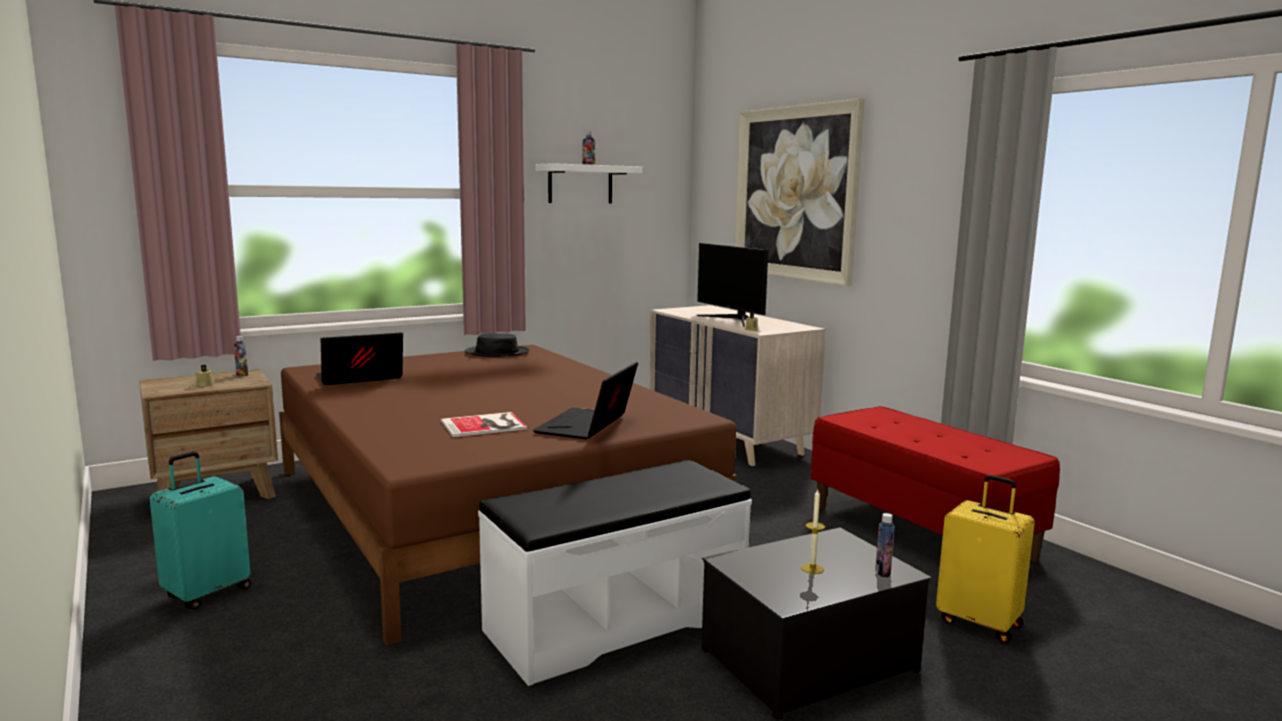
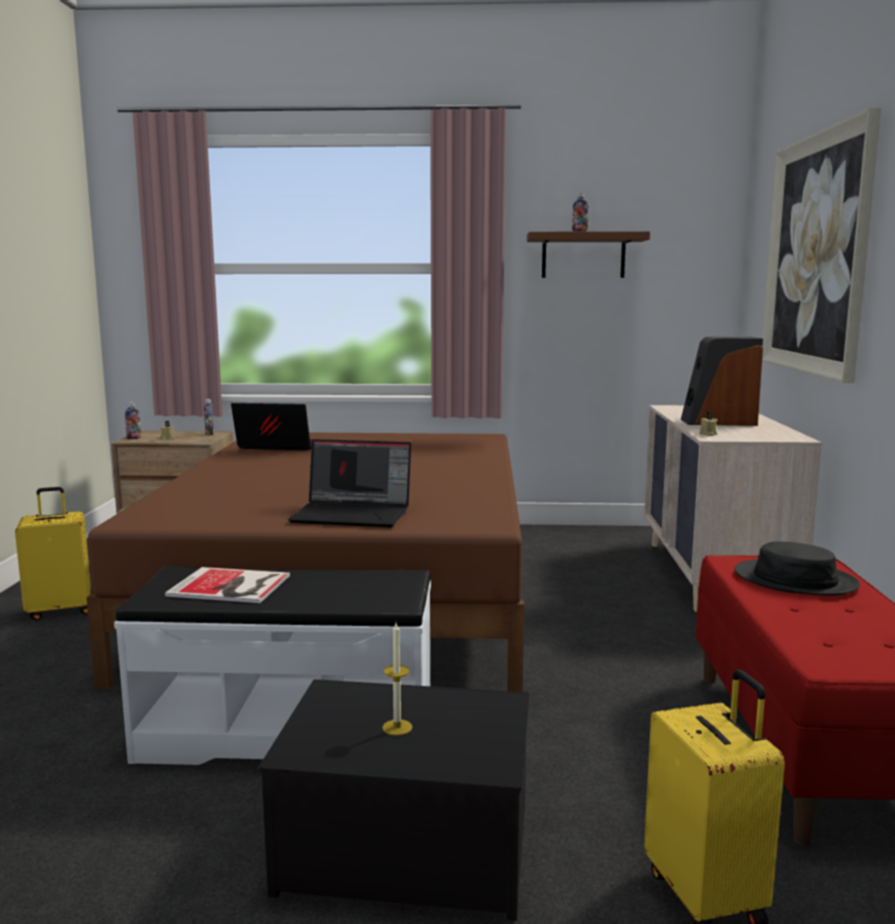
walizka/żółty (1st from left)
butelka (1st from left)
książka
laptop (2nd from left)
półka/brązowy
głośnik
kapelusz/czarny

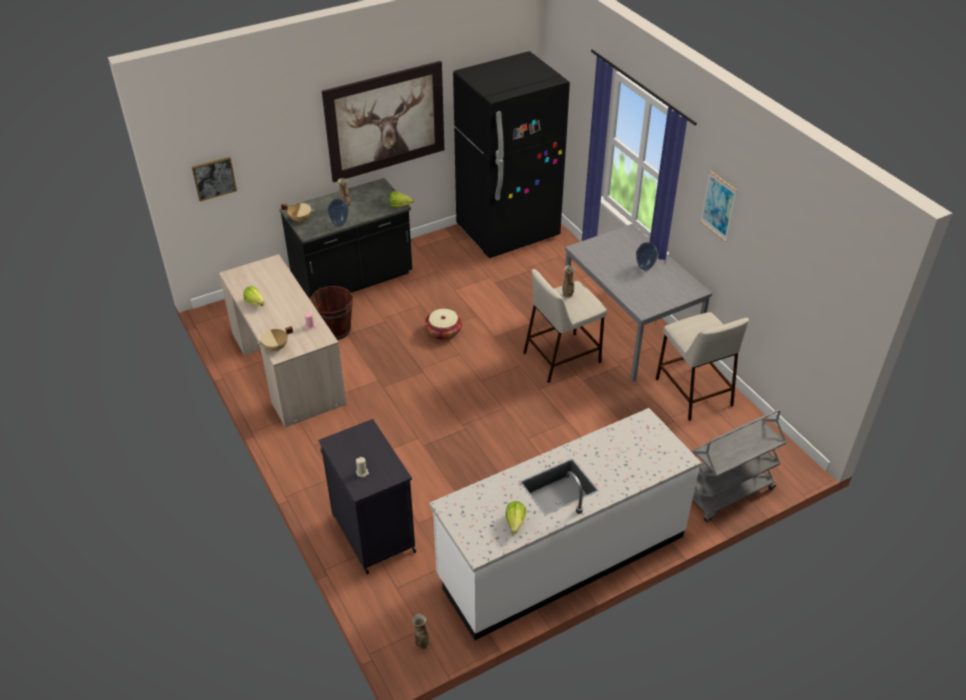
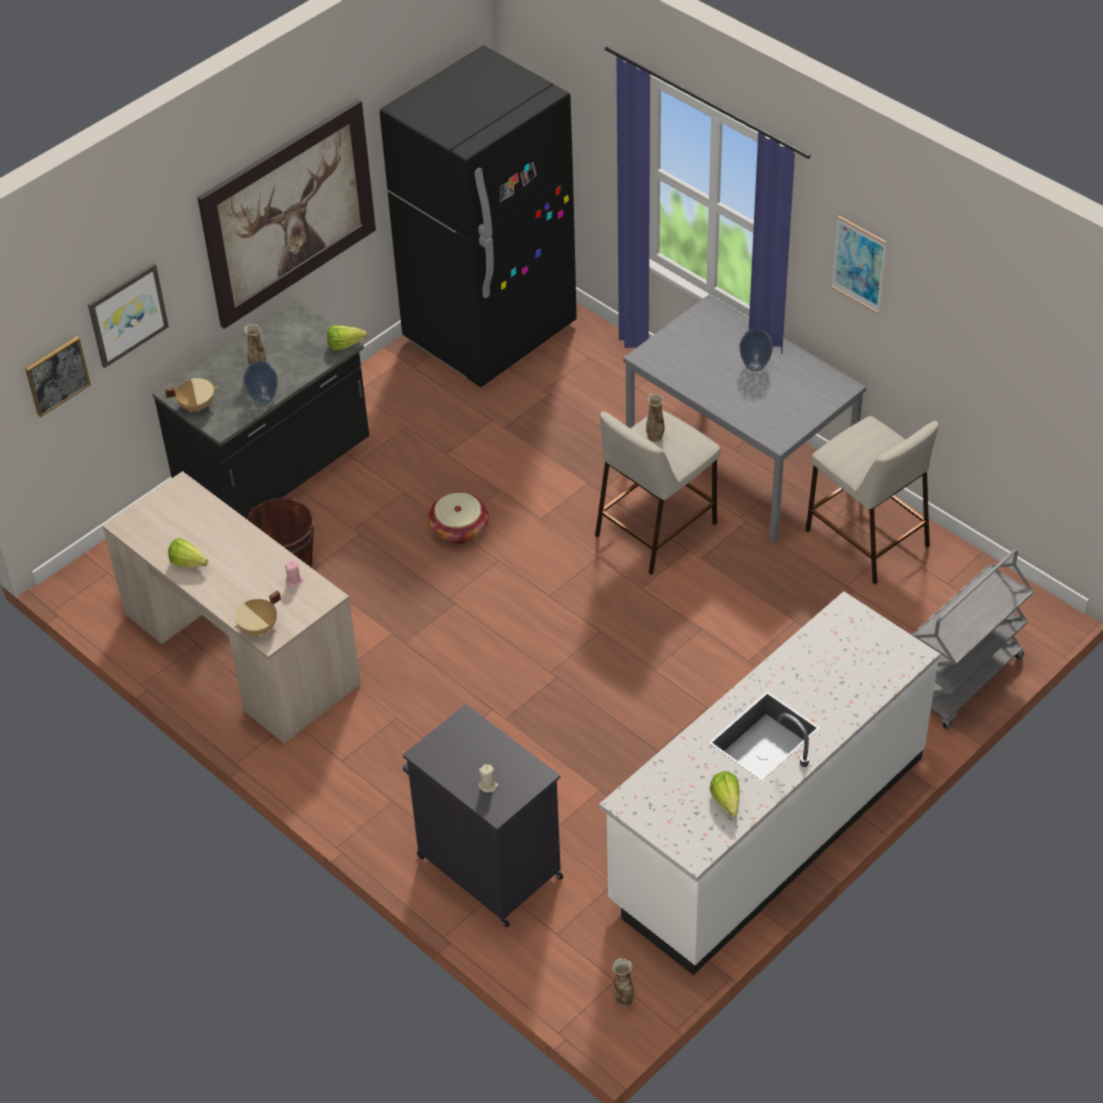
obraz (2nd from left)

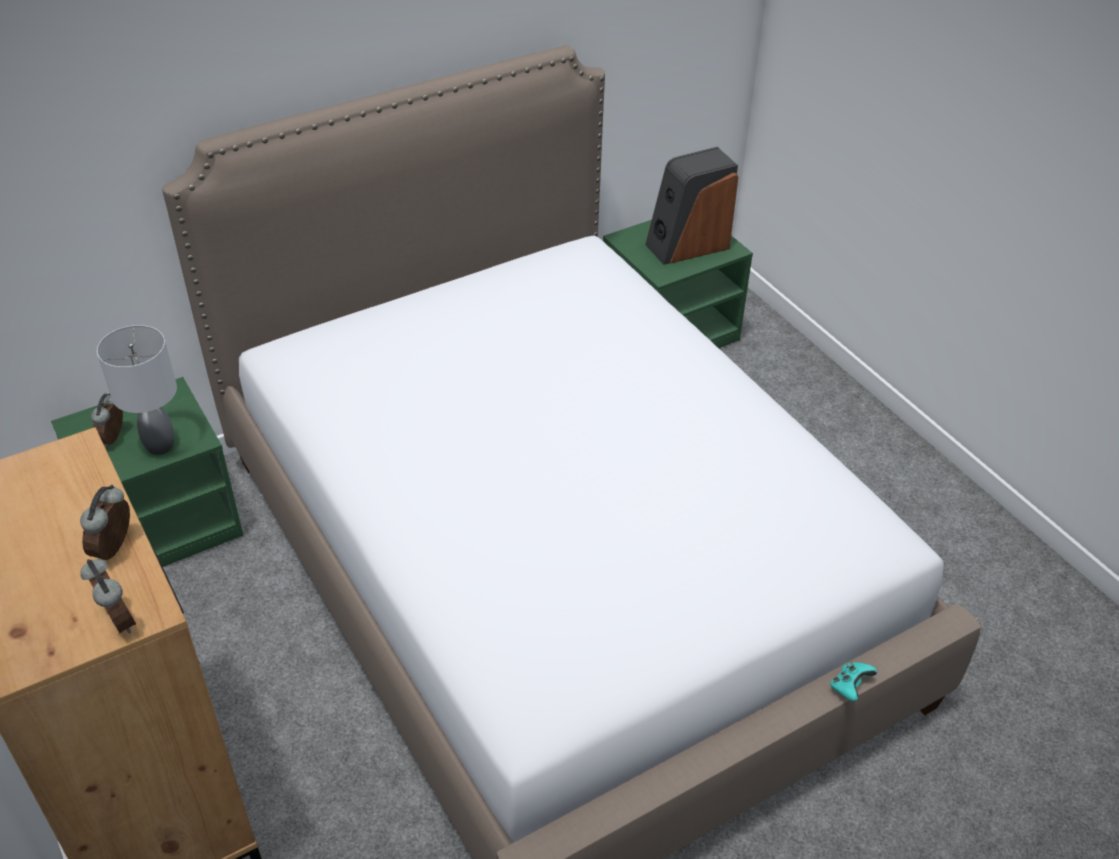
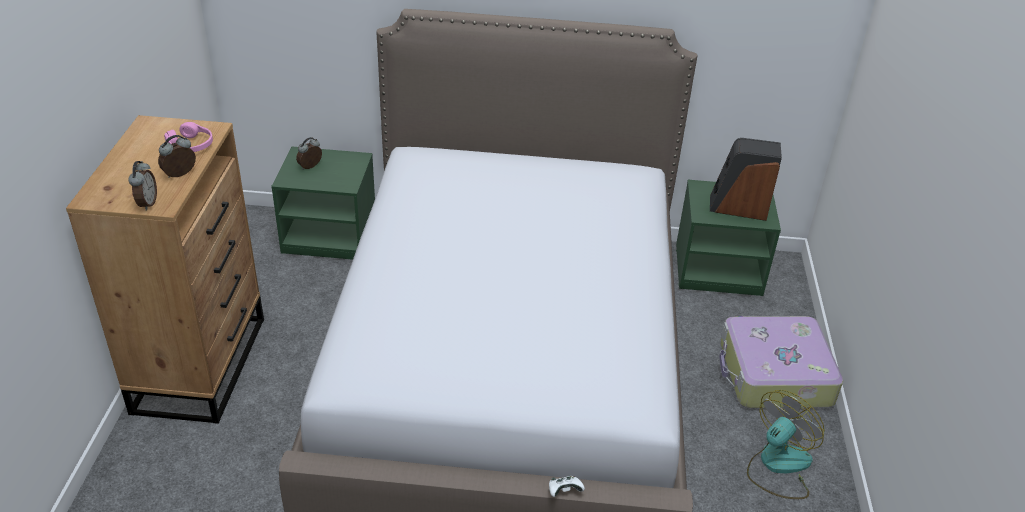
słuchawki/różowy
pad do gier/biały
walizka
wentylator
lampa stołowa/szary

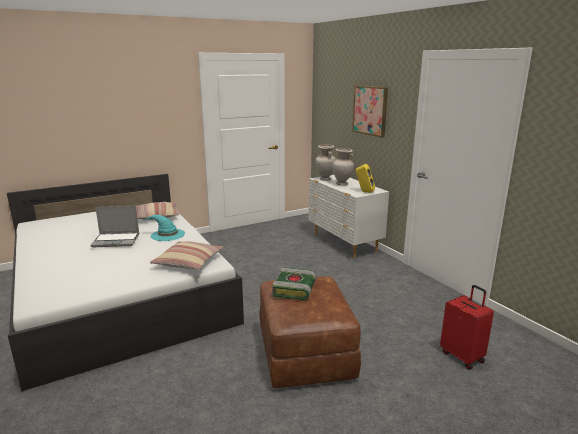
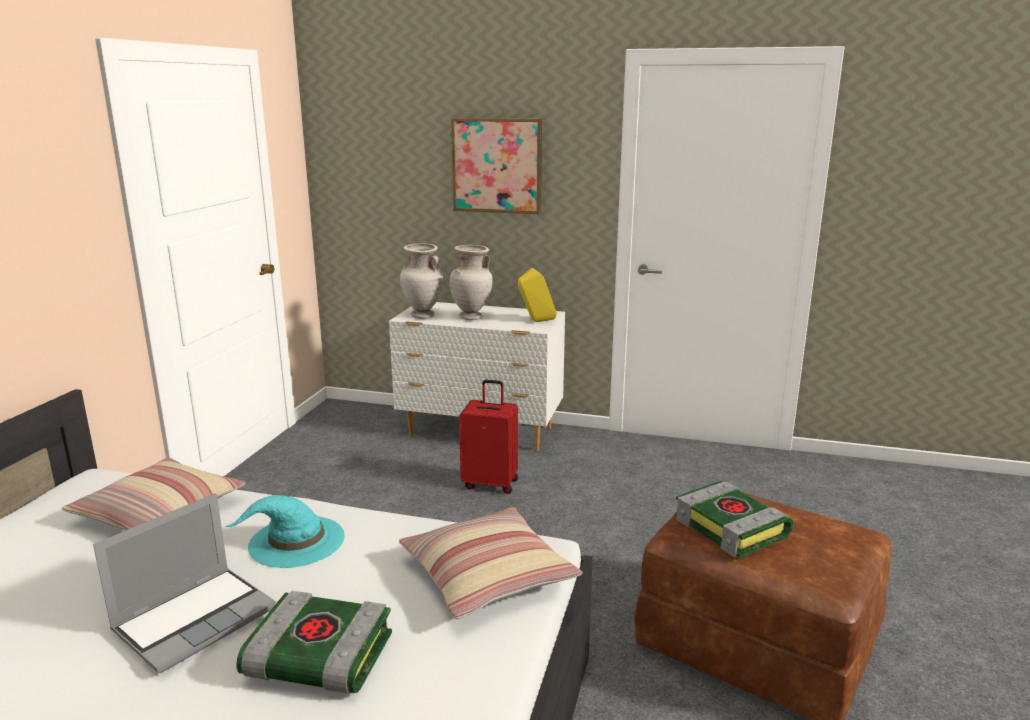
książka (1st from left)
walizka/czerwony

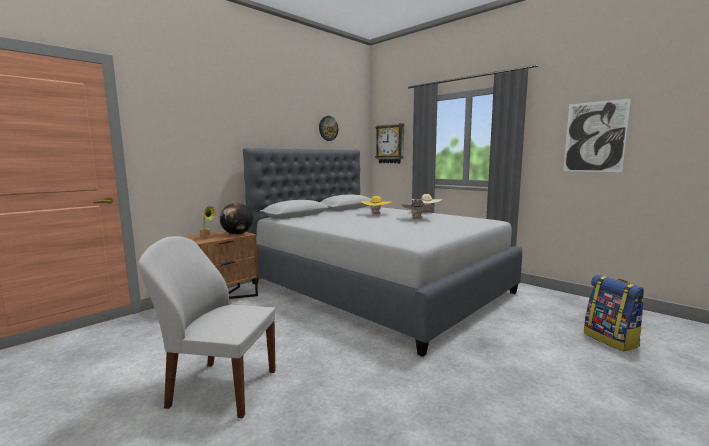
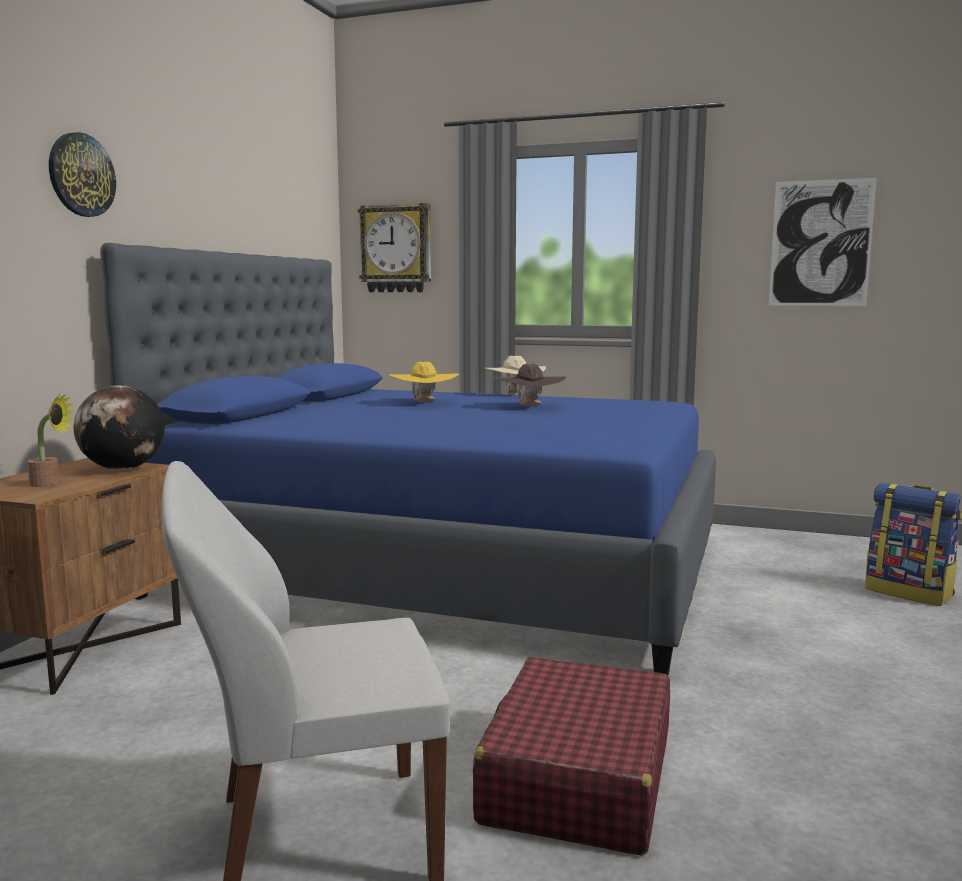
zegar ścienny (1st from left)
łóżko/niebieski
walizka/czerwony

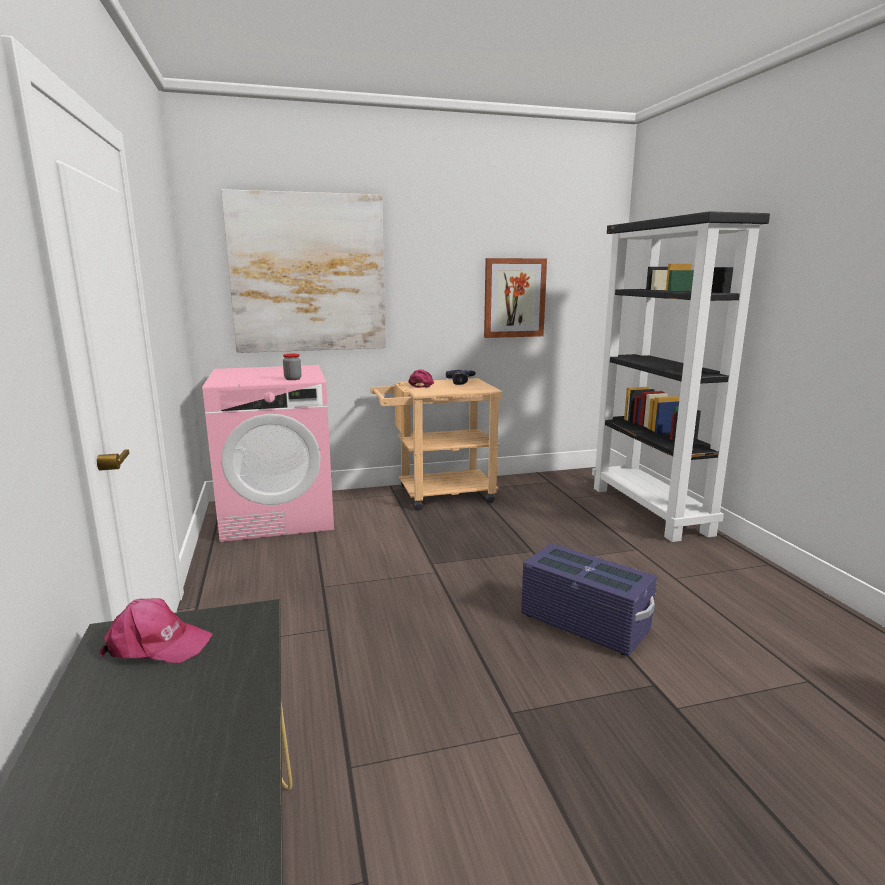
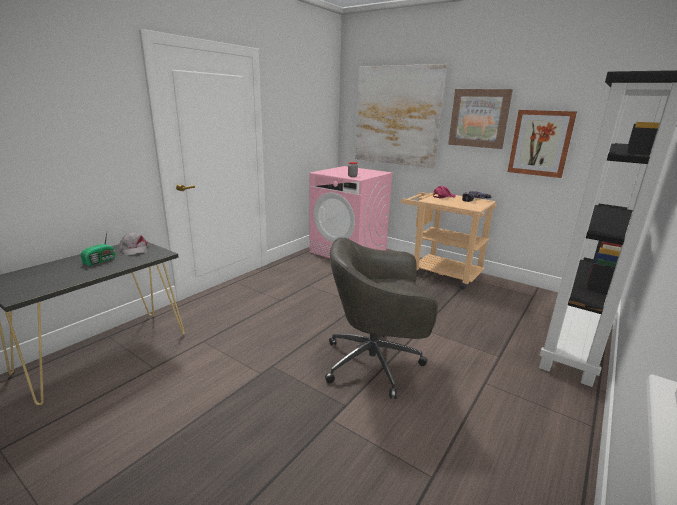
radio
czapka z daszkiem/szary
krzesło biurowe/szary
obraz (2nd from left)

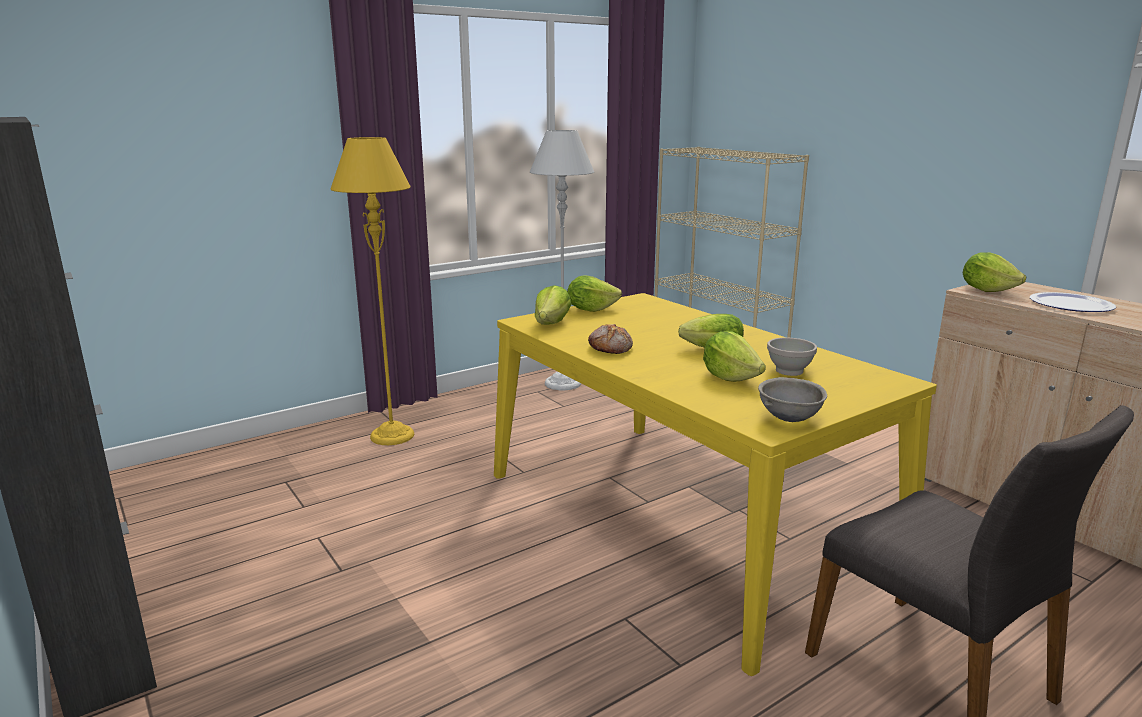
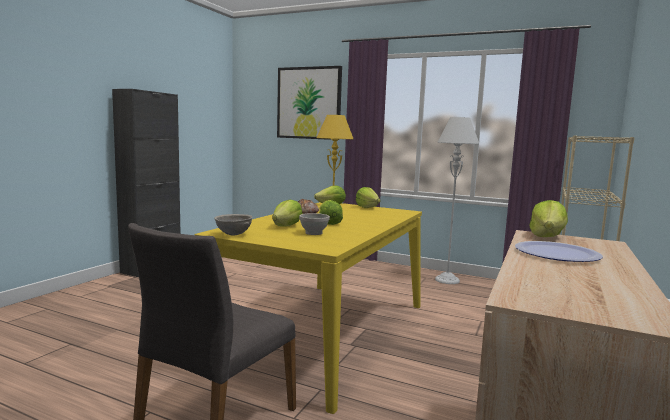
obraz

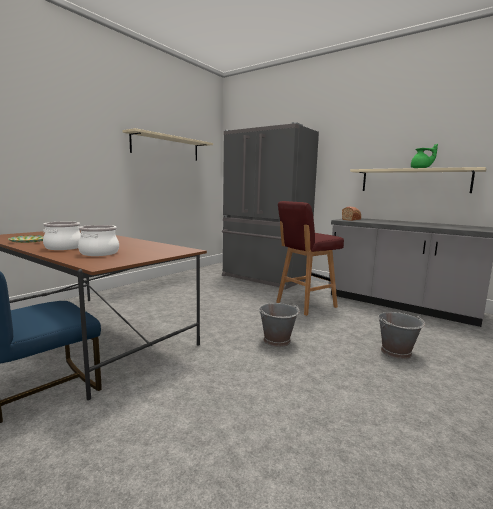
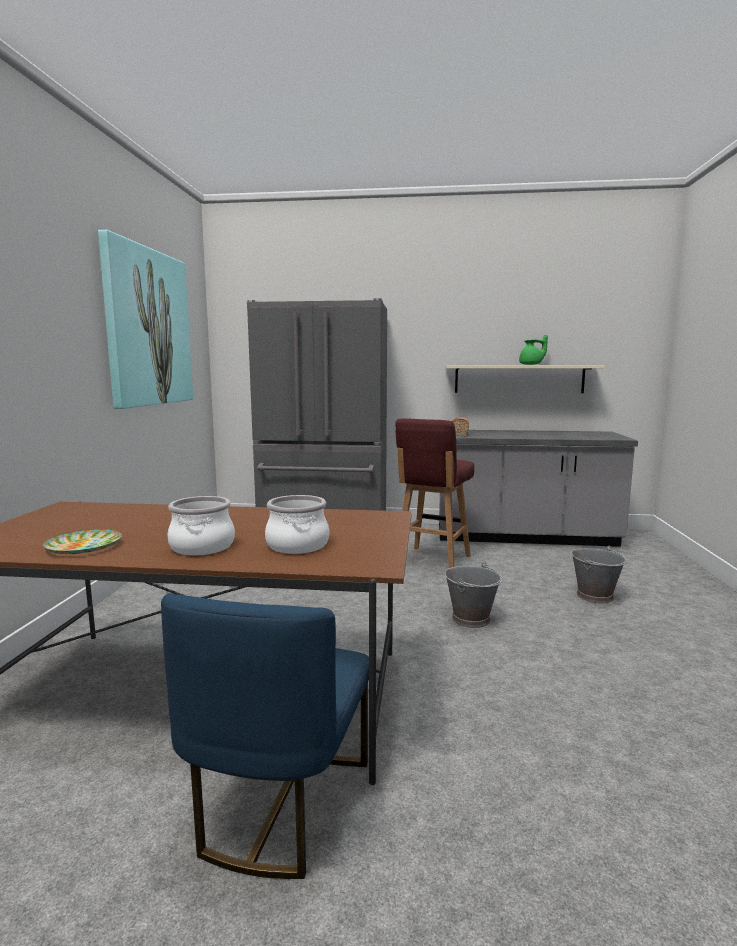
obraz

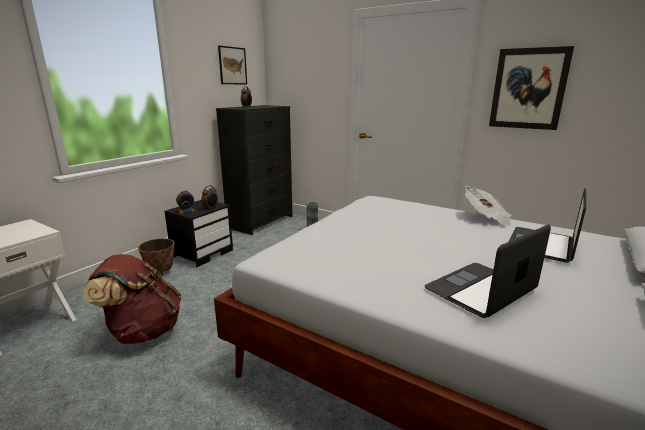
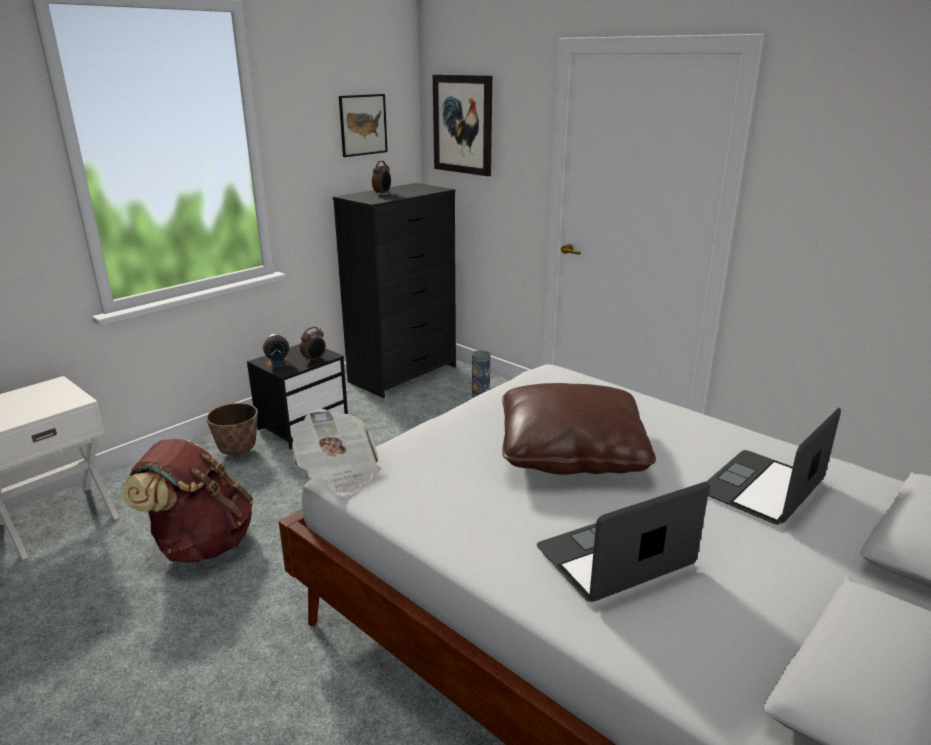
gazeta
obraz (2nd from left)
poduszka/brązowy

